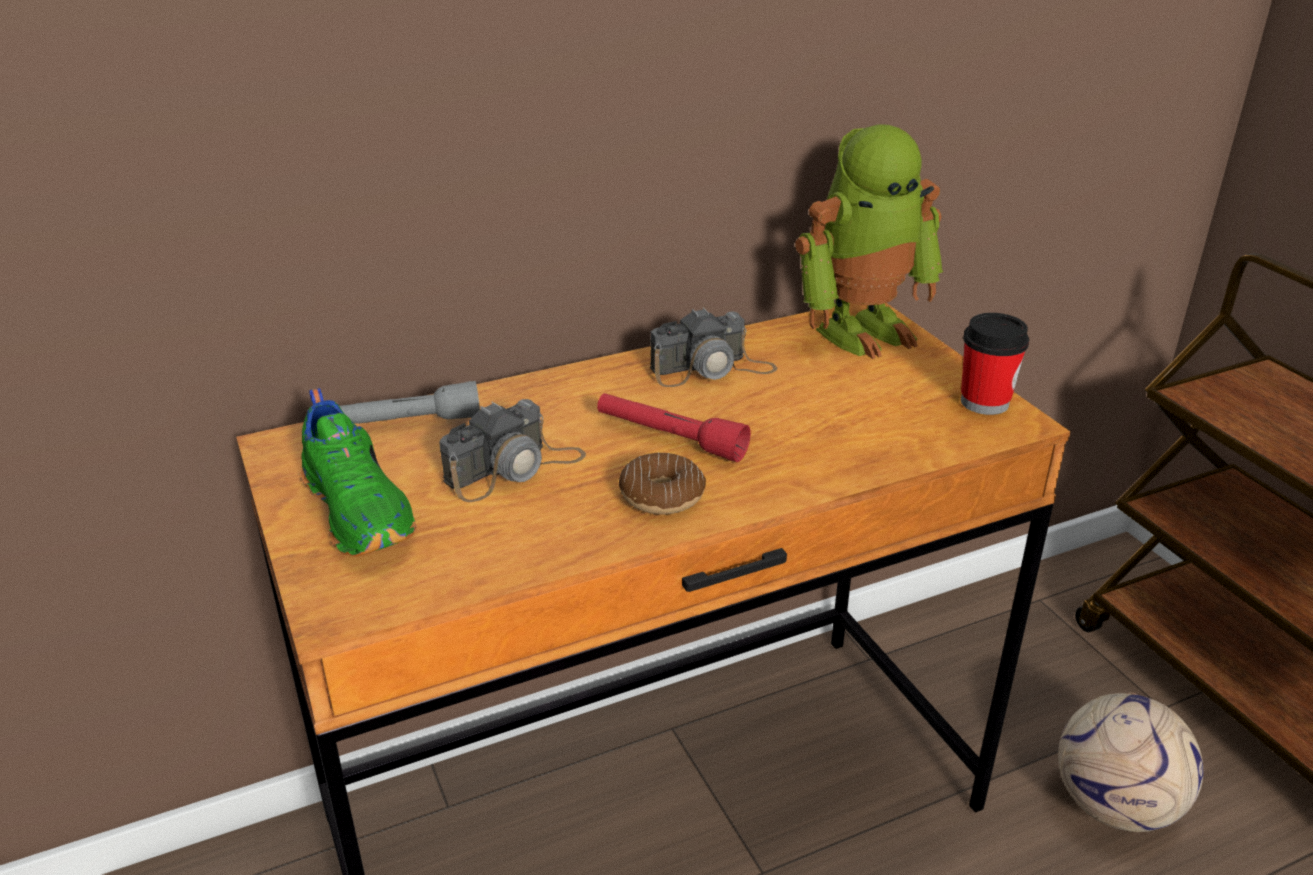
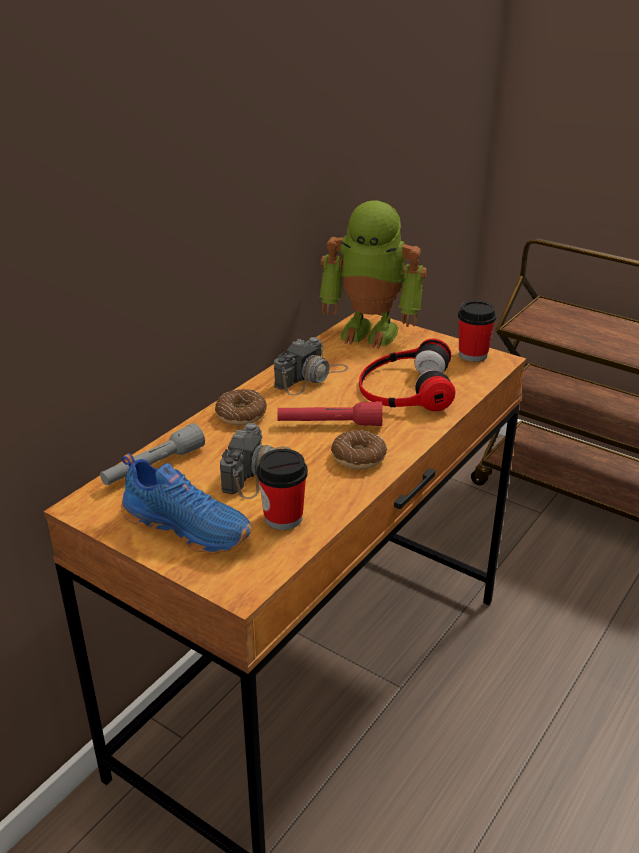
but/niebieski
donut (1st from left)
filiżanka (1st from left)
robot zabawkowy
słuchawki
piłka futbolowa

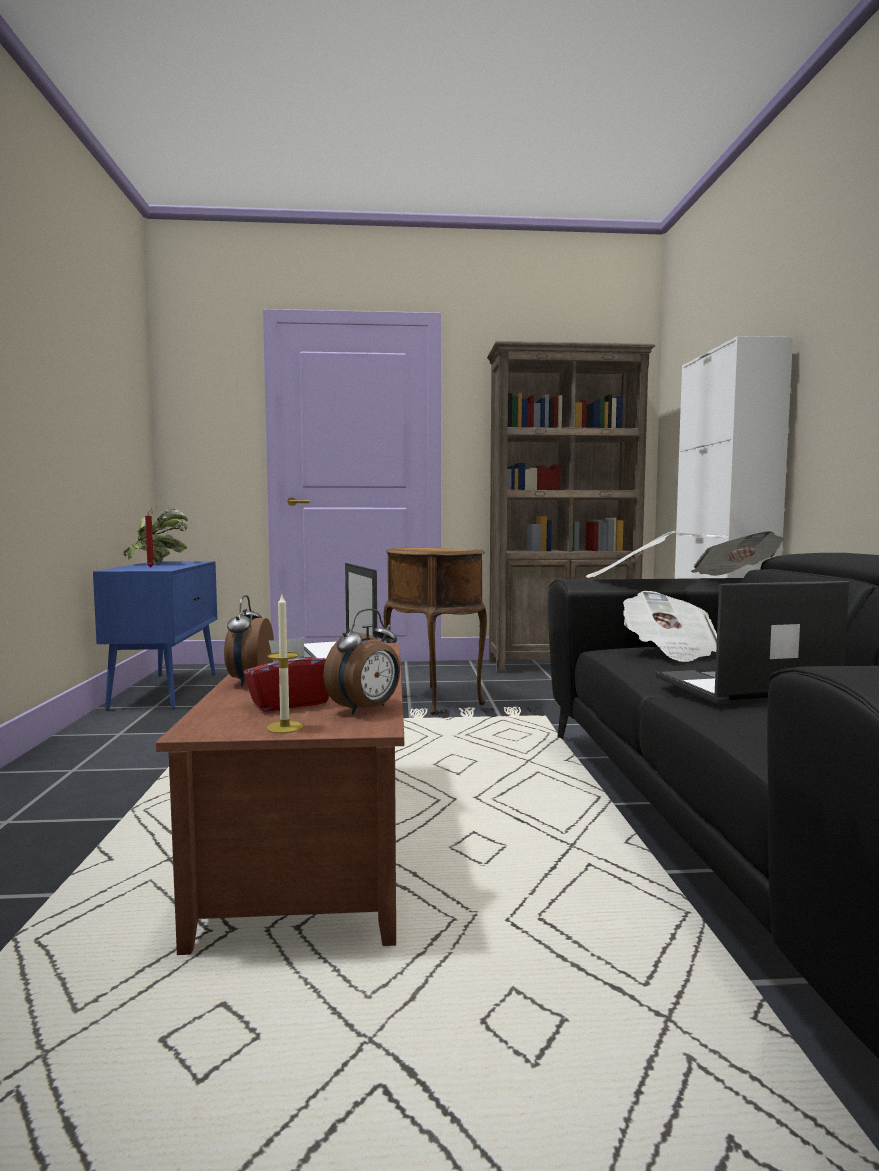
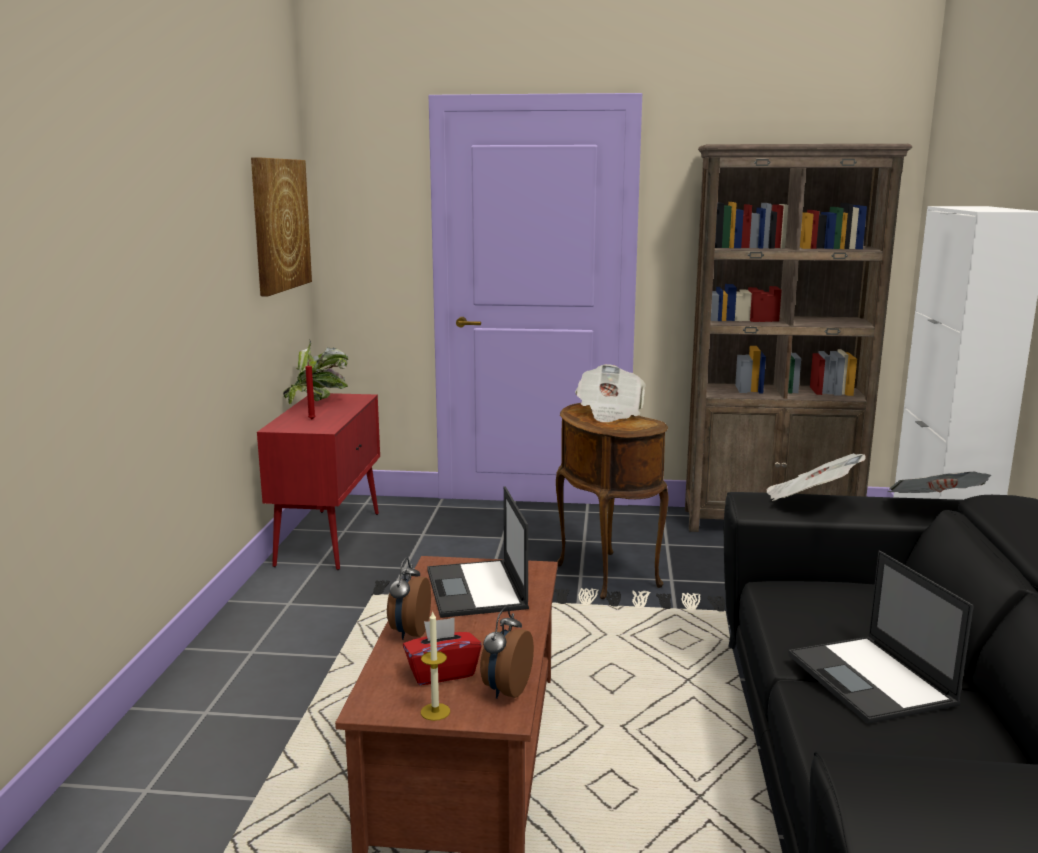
obraz
szafka/czerwony
budzik (2nd from left)
gazeta (1st from left)
laptop (2nd from left)

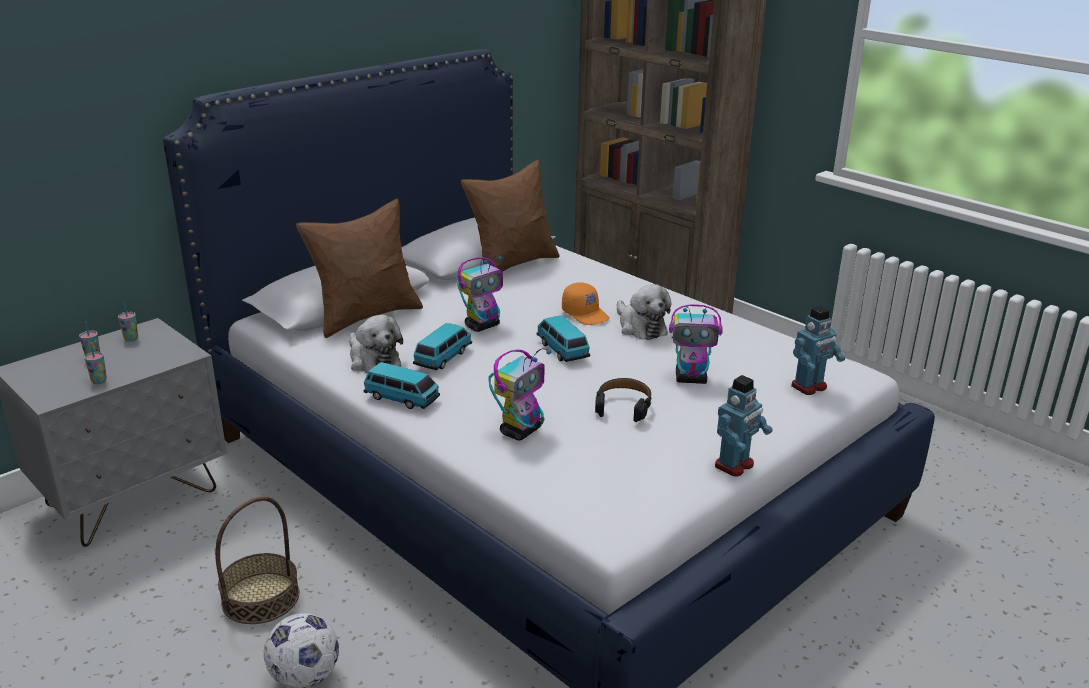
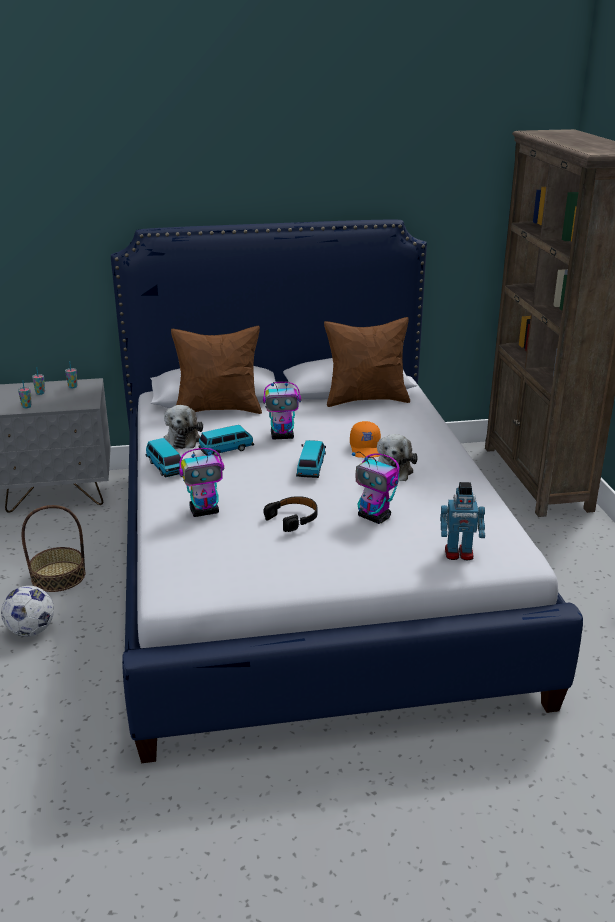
robot zabawkowy (4th from left in the first image)

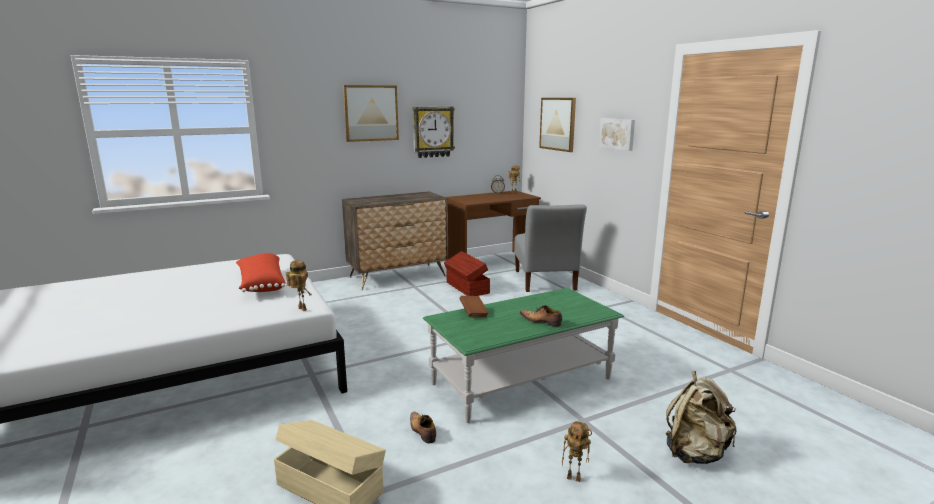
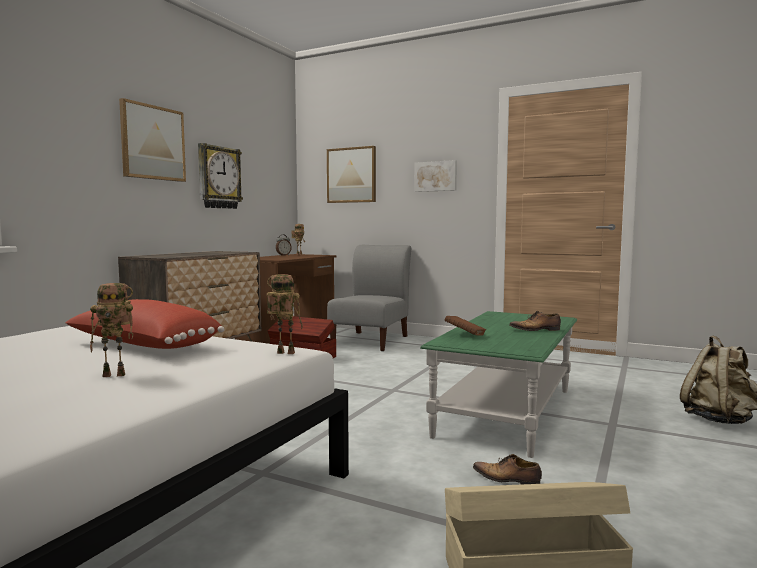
robot zabawkowy (1st from left)
krzesło/szary

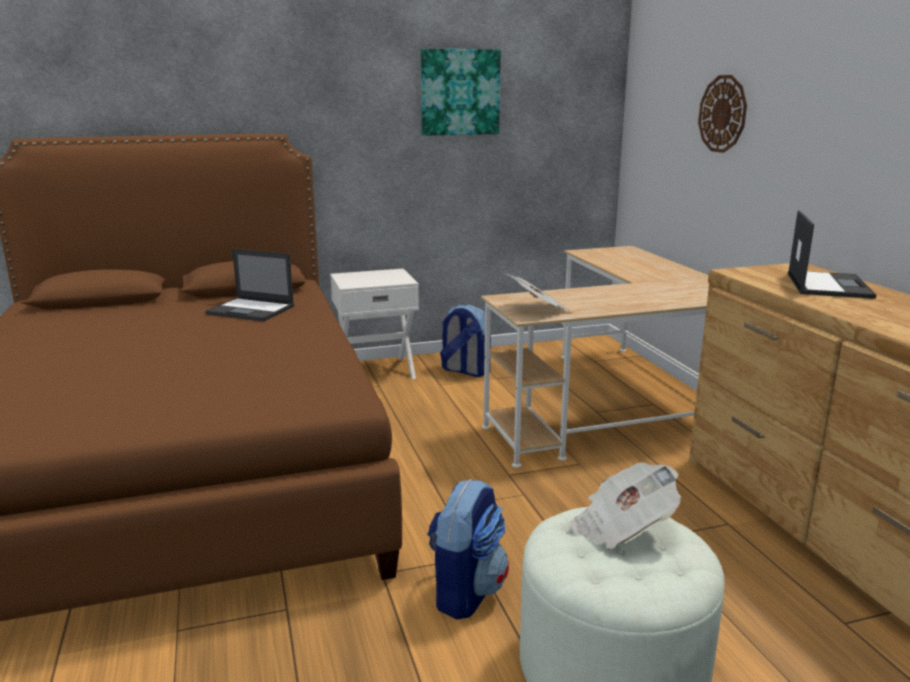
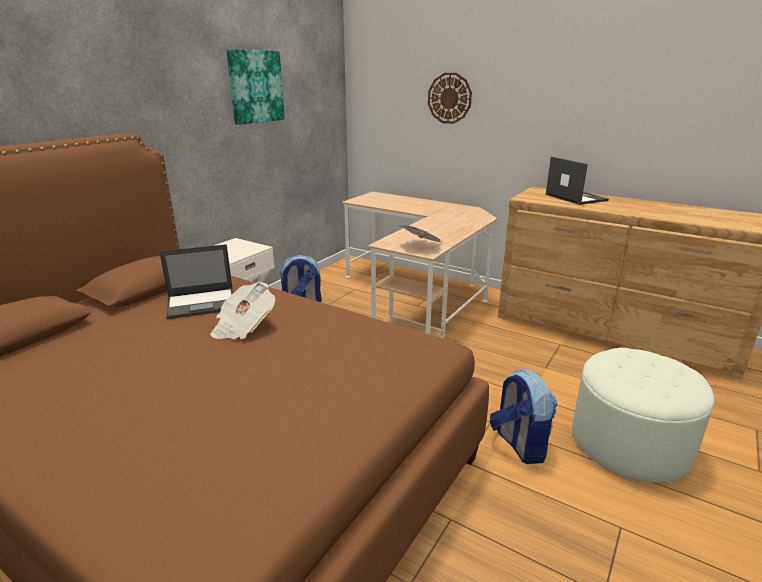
gazeta (1st from left)

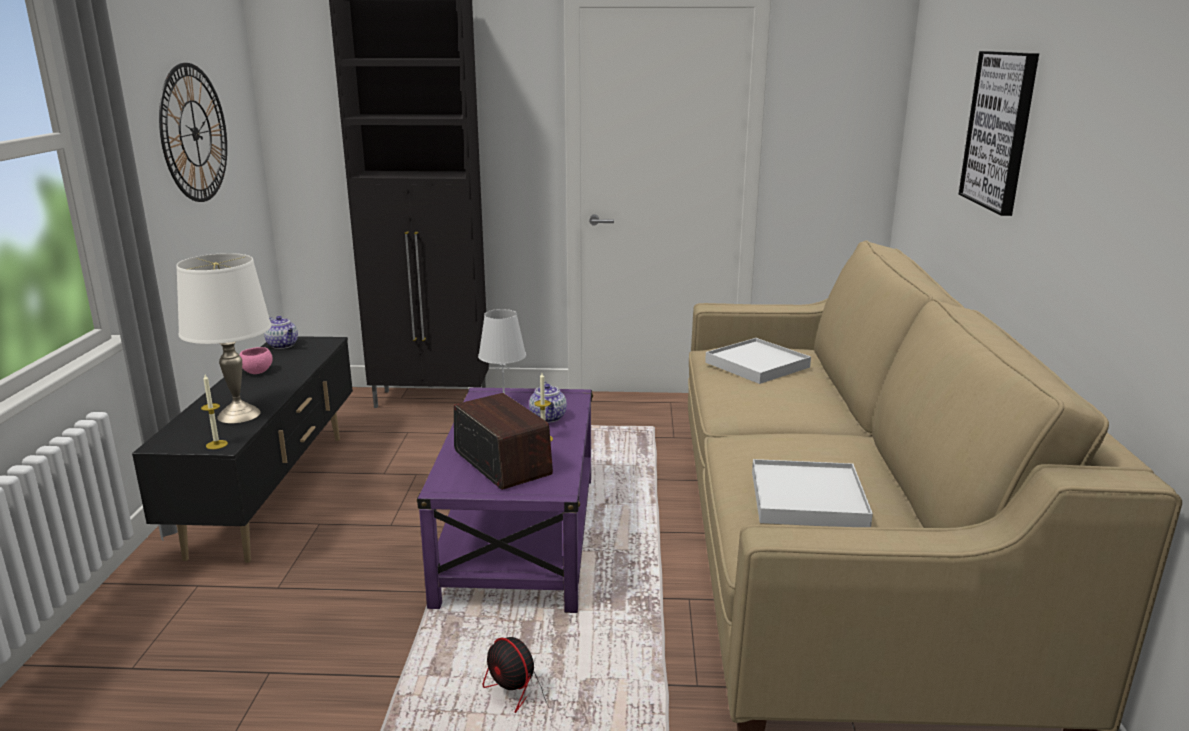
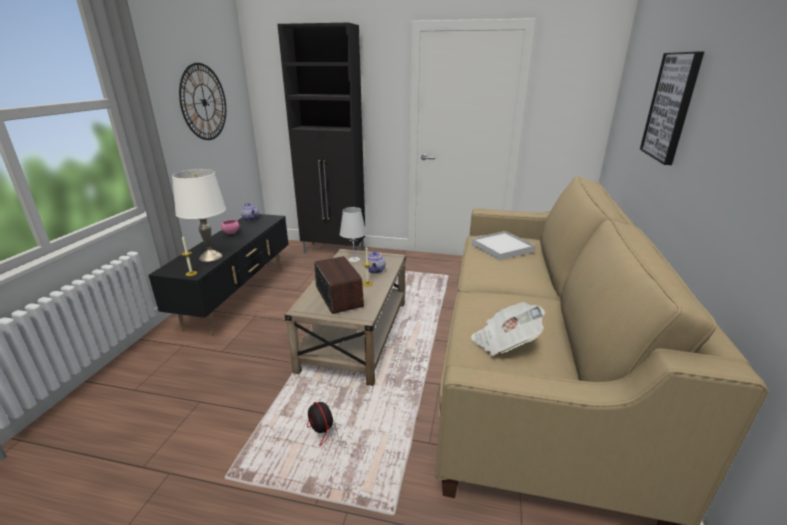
ława/beżowy
gazeta

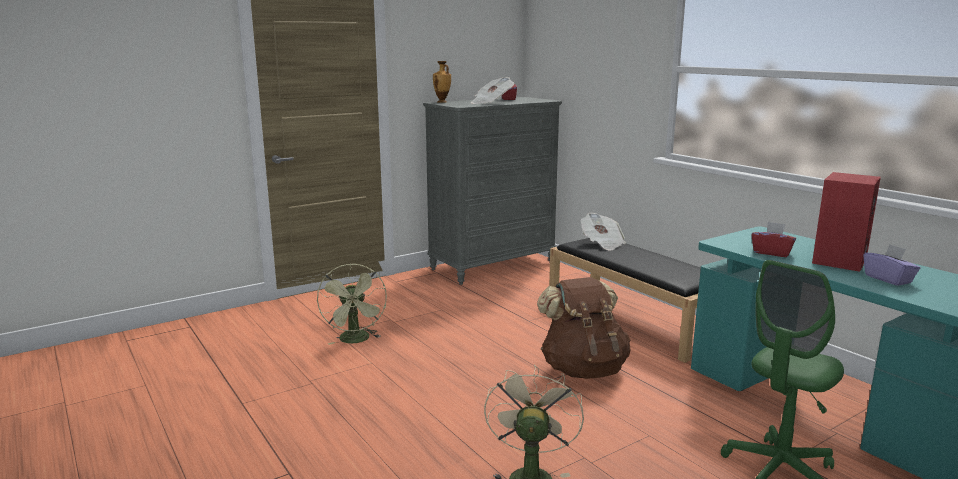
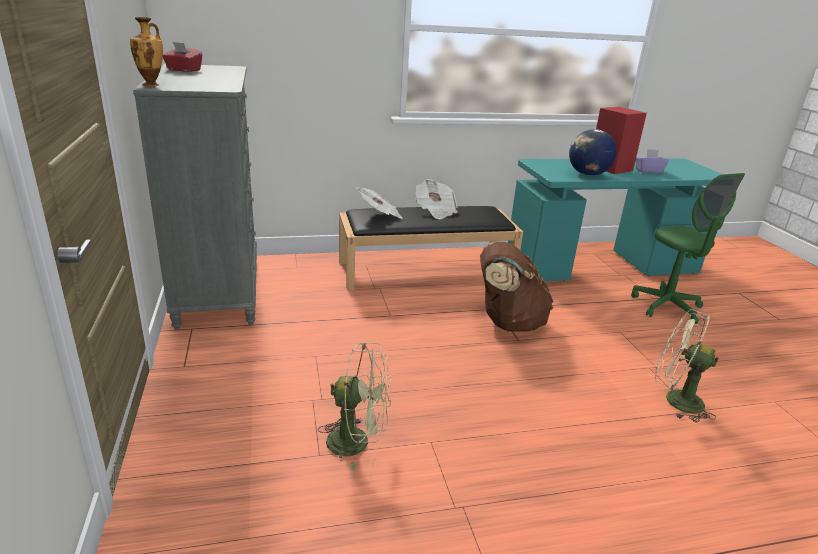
gazeta (2nd from left)
globus

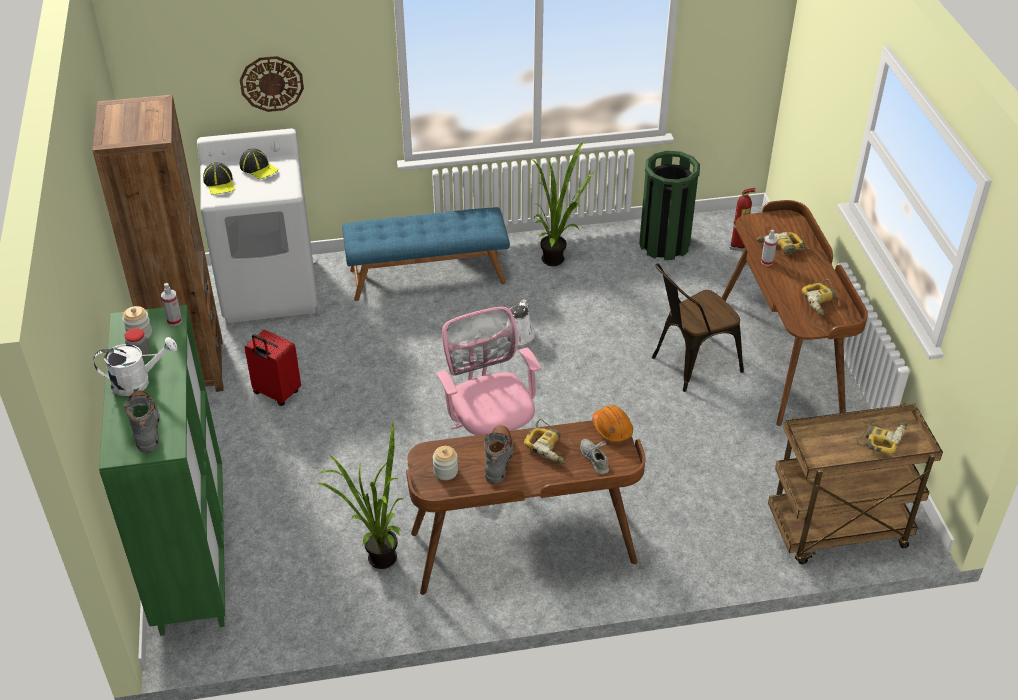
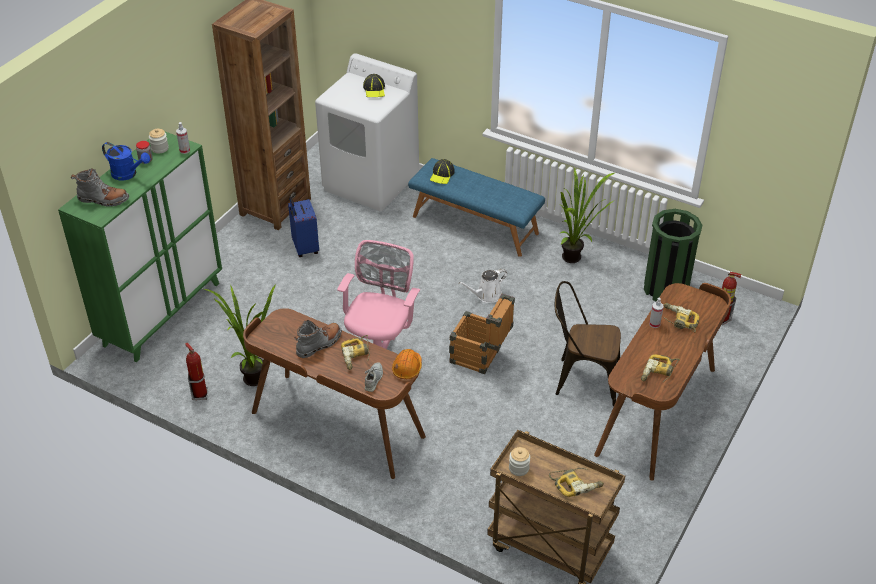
but z cholewką/szary (1st from left)
konewka/niebieski
gaśnica (1st from left)
walizka/niebieski
czapka z daszkiem (2nd from left)
skrzynka
słoik (3rd from left)
zegar ścienny

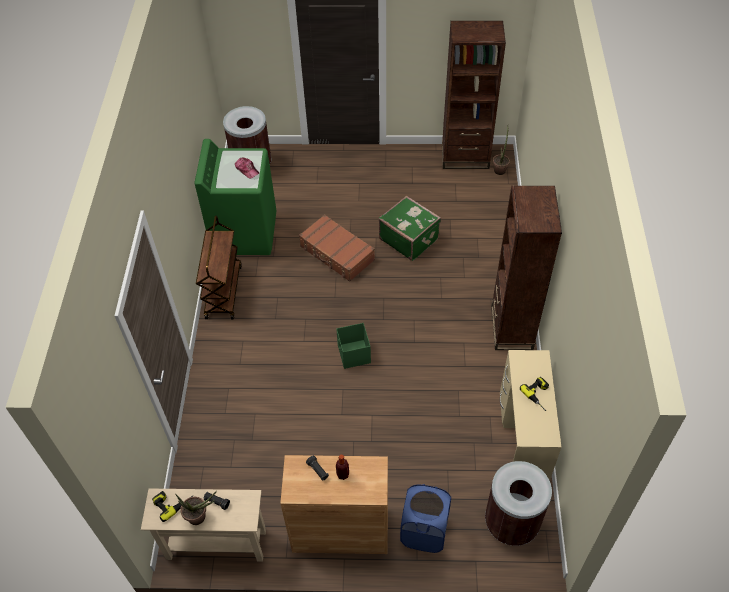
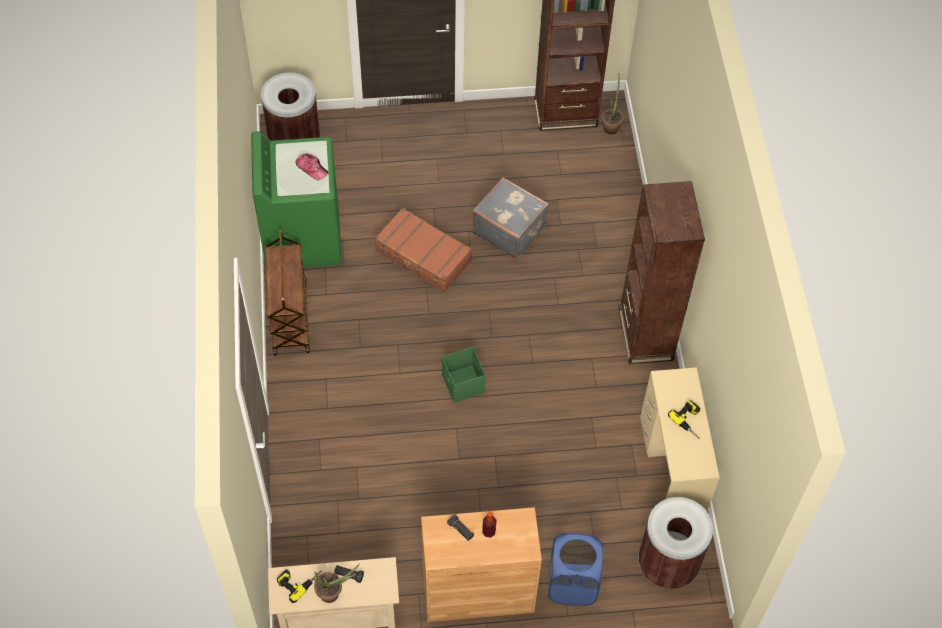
walizka/szary

